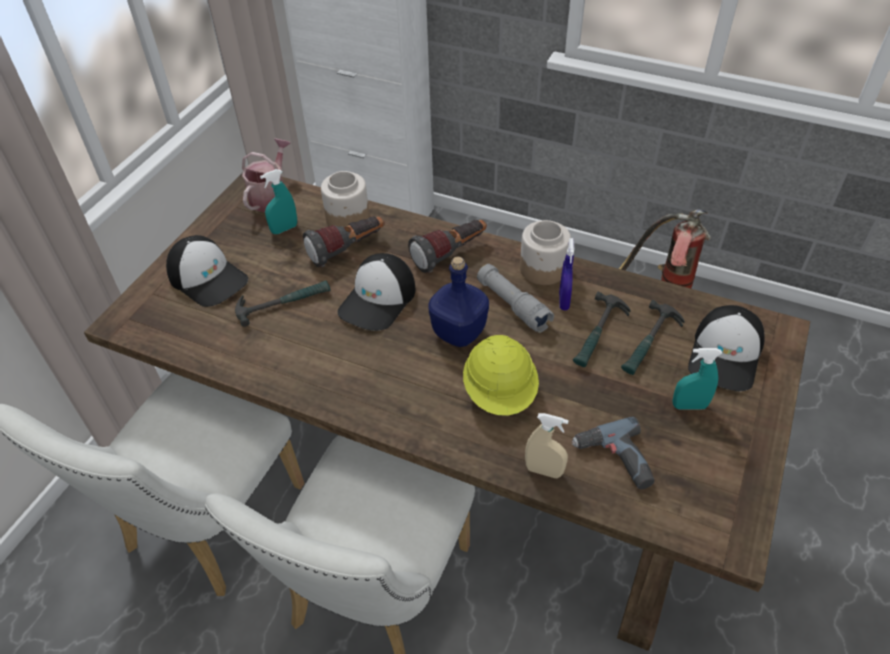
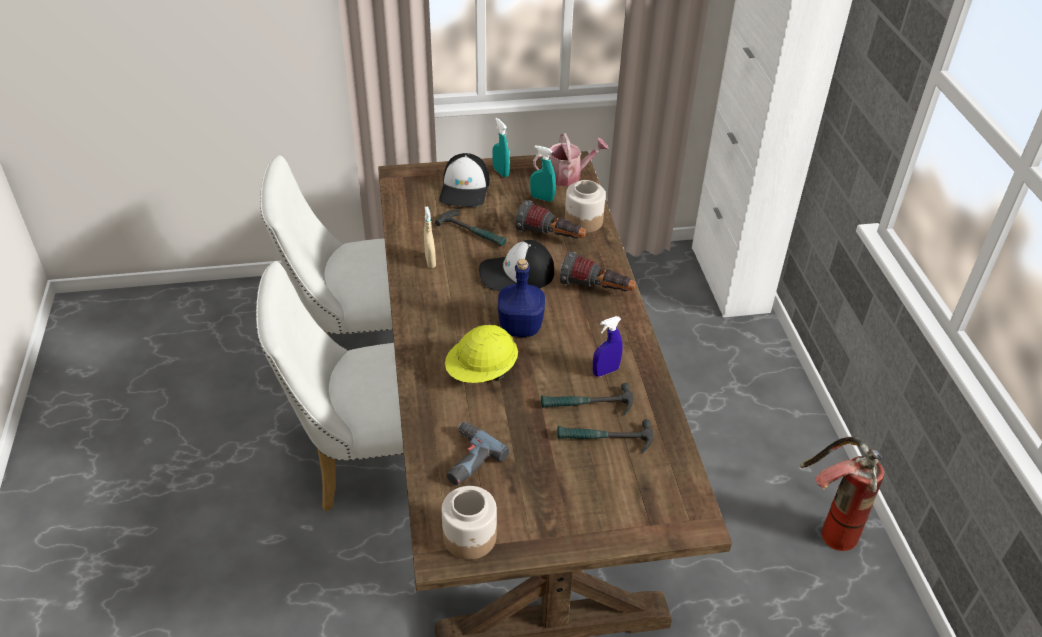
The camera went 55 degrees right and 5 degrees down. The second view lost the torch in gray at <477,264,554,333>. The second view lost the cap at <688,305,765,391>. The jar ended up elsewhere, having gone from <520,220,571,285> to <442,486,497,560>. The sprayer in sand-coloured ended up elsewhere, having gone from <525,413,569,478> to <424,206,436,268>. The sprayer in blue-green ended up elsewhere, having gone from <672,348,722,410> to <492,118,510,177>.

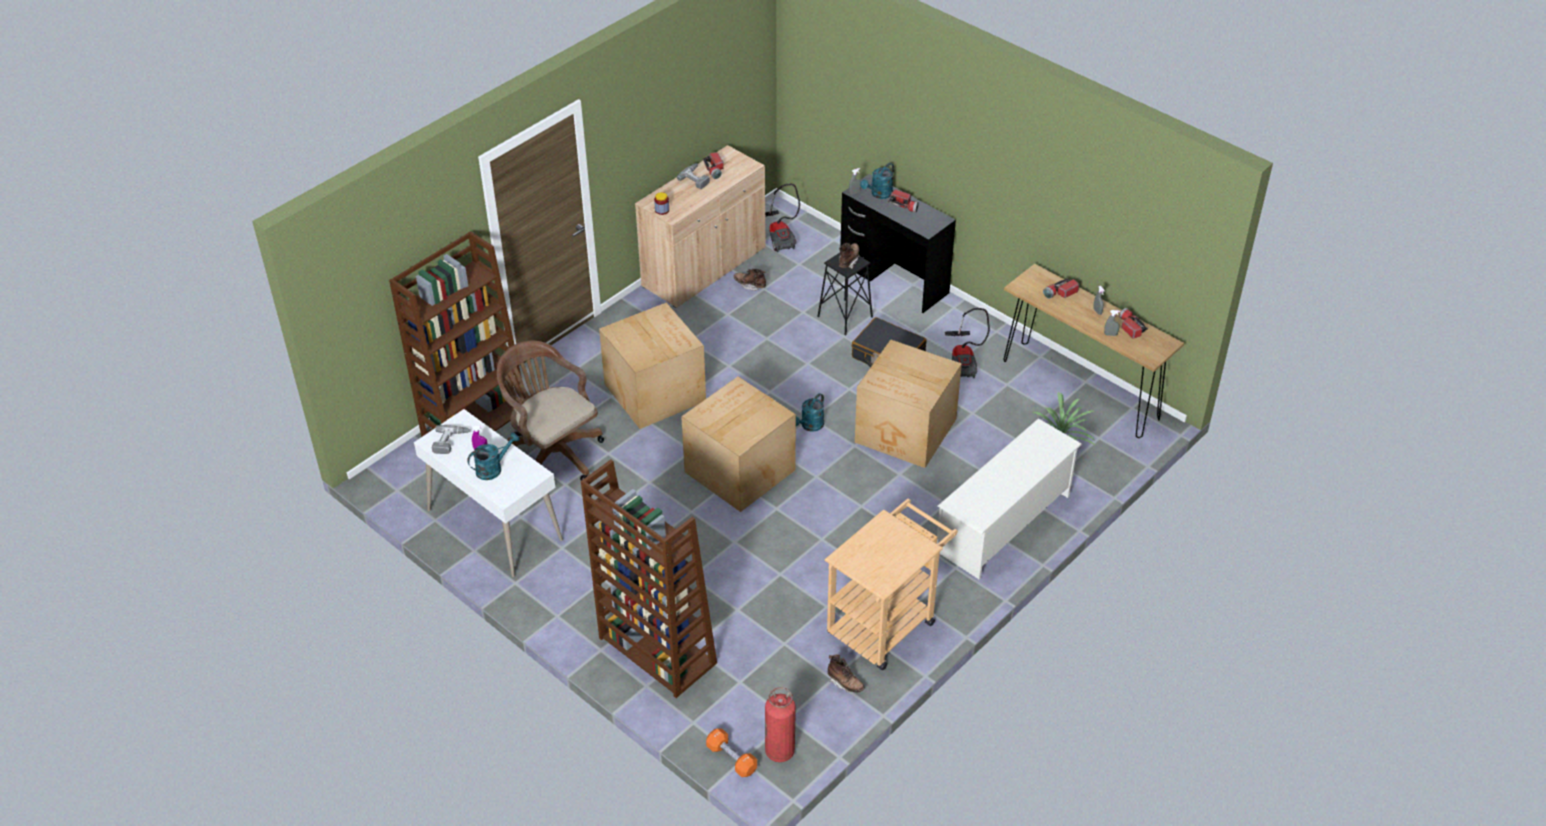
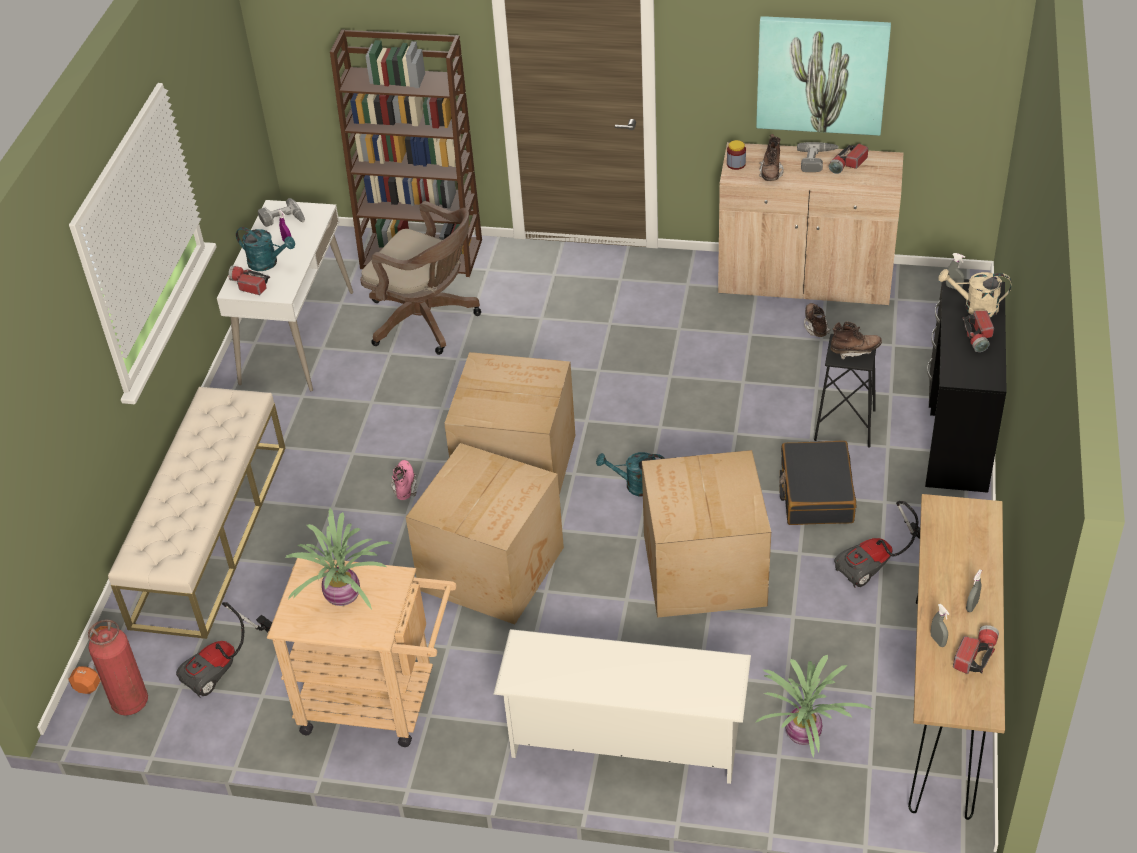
The camera went 60 degrees right and 0 degrees up. The second view gained the houseplant at <285,508,391,610>. The second view gained the tall boot in pink-coloured at <391,460,417,500>. The second view gained the wall picture at <756,16,891,136>. The carton ended up elsewhere, having gone from <599,302,706,429> to <406,443,564,624>. The vacuum cleaner ended up elsewhere, having gone from <765,184,800,252> to <176,602,272,698>. The tall boot in brown-coloured ended up elsewhere, having gone from <828,654,865,693> to <759,134,784,181>. The torch ended up elsewhere, having gone from <1043,278,1079,299> to <228,266,270,295>. Where the bookcase in brown-coloured stood at <581,459,717,698>, the bench in sand-coloured came to stand at <108,387,286,639>. What was the watering pot in blue-green at <860,163,894,199> turned into the watering pot in sand-coloured at <938,269,1011,317>. The office chair in brown-coloured at <497,341,604,481> ended up facing another way, 105 degrees clockwise from before.

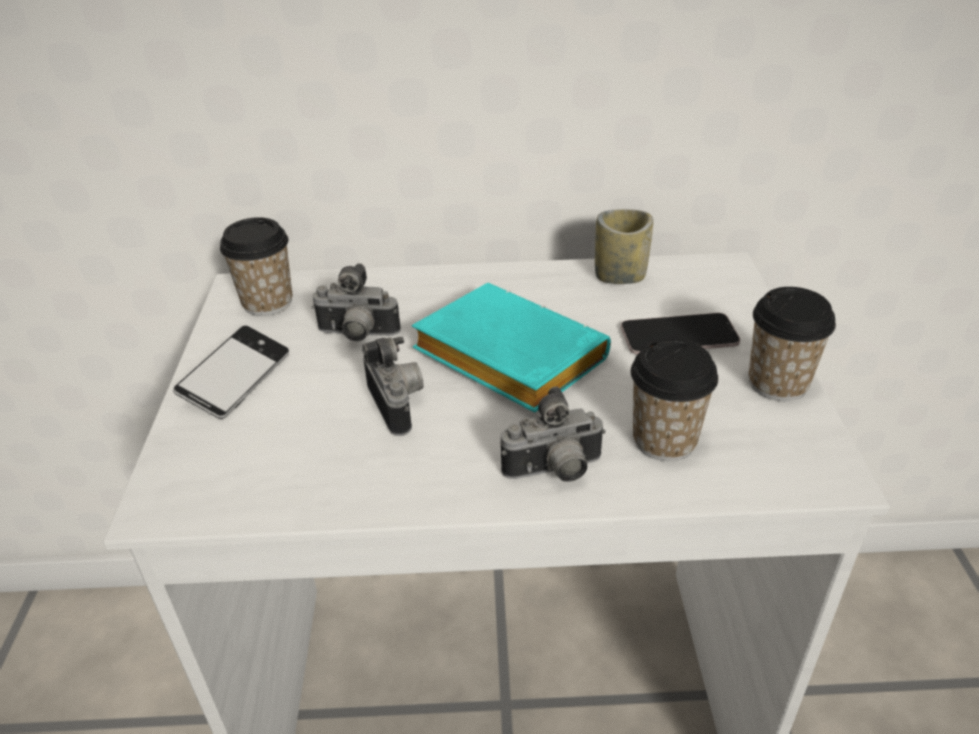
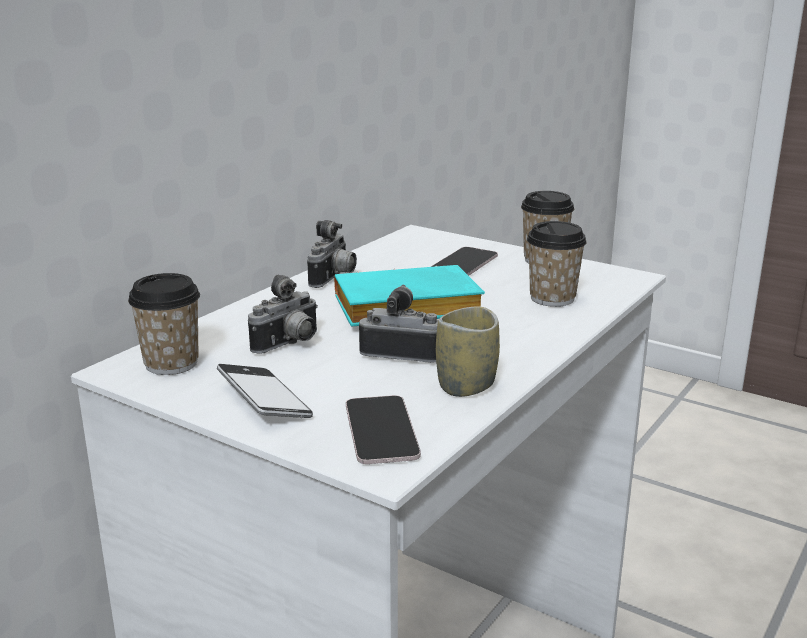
The camera went 55 degrees left and 15 degrees down. The second view gained the telephone at <346,395,421,464>. The still camera ended up elsewhere, having gone from <500,386,606,482> to <307,220,357,288>. The drinking cup ended up elsewhere, having gone from <595,209,653,284> to <436,307,500,397>.

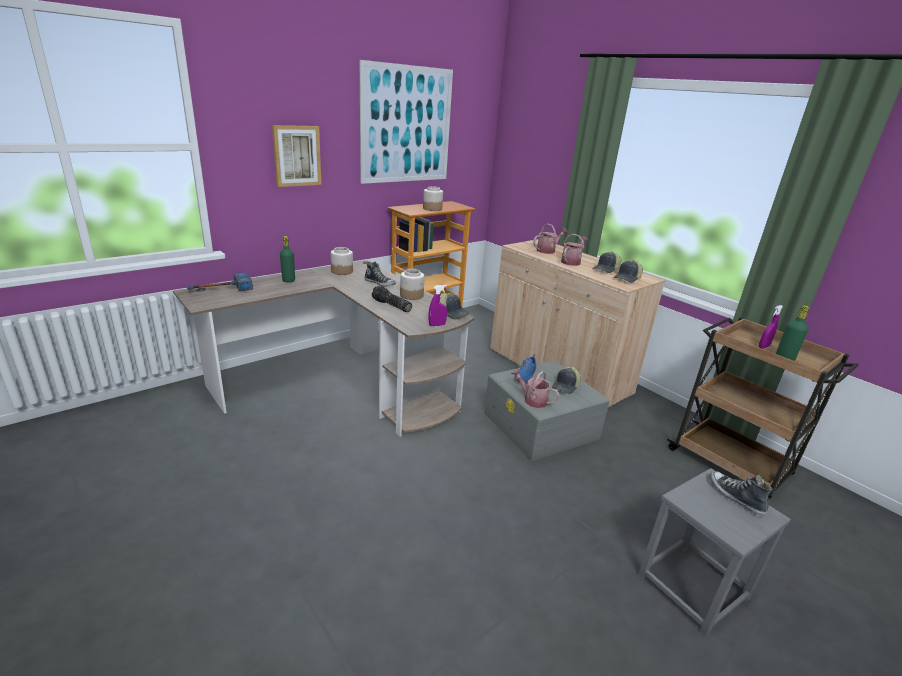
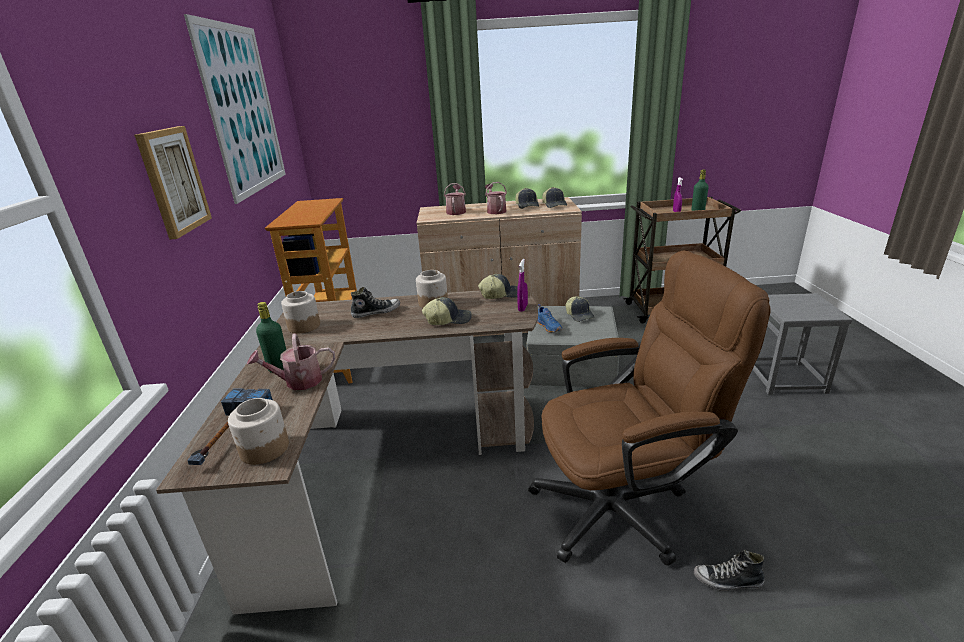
The camera went 50 degrees left and 0 degrees up. The second view gained the office chair in brown-coloured at <528,251,770,566>. The jar ended up elsewhere, having gone from <423,186,443,211> to <228,398,289,465>. The watering pot ended up elsewhere, having gone from <511,368,560,408> to <247,333,335,390>. The shoe ended up elsewhere, having gone from <710,471,773,516> to <694,549,765,591>. Where the torch stood at <372,286,412,312>, the cap came to stand at <422,297,472,325>.

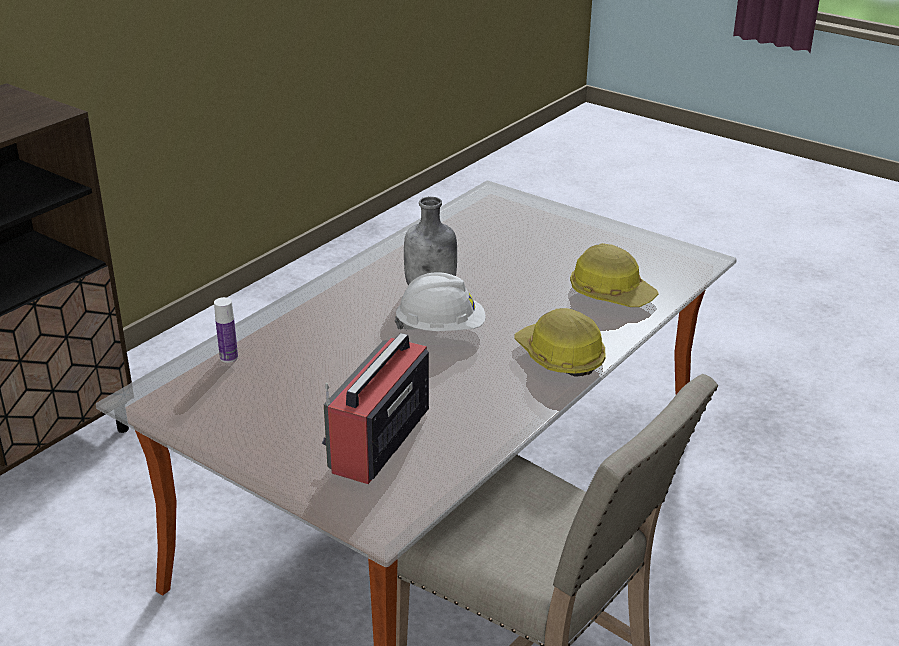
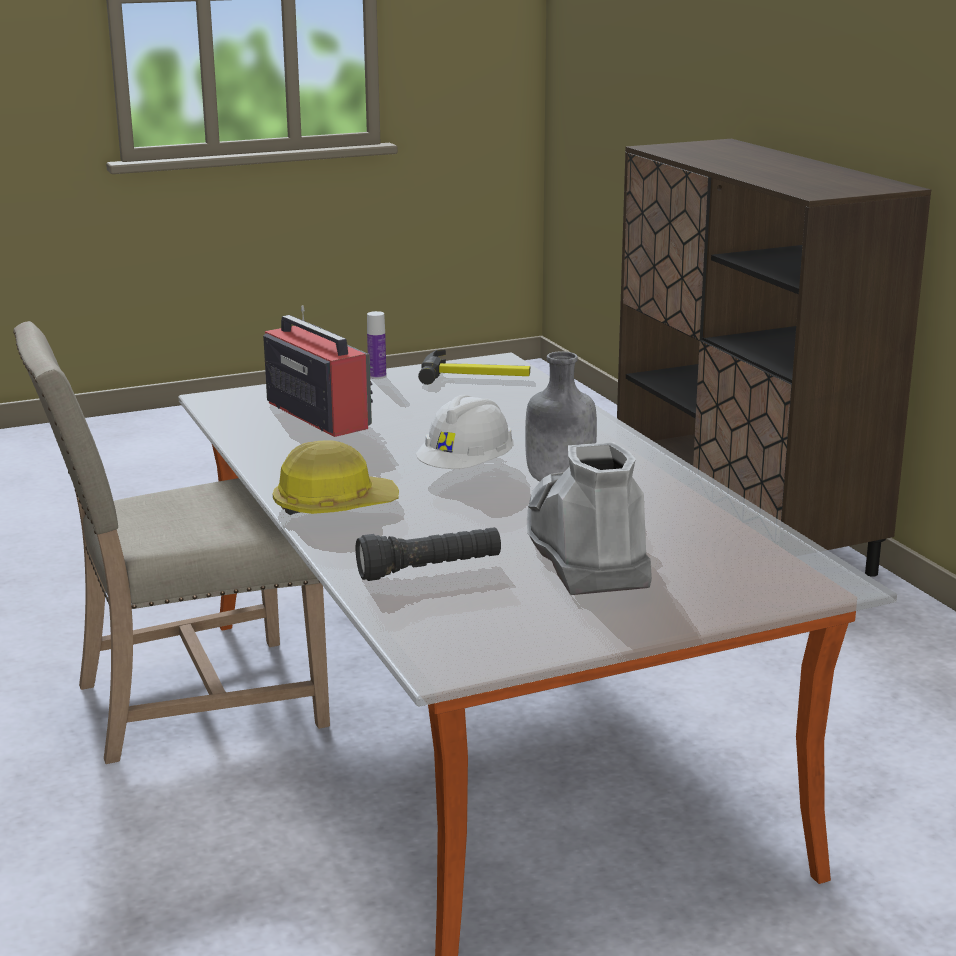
The camera went 120 degrees right and 10 degrees down. The second view gained the hand hammer at <418,349,530,385>. The second view gained the tall boot in gray at <527,442,652,595>. The bottle ended up elsewhere, having gone from <214,297,238,363> to <367,311,386,379>. Where the work helmet stood at <570,243,659,307>, the torch in black came to stand at <356,527,501,581>.

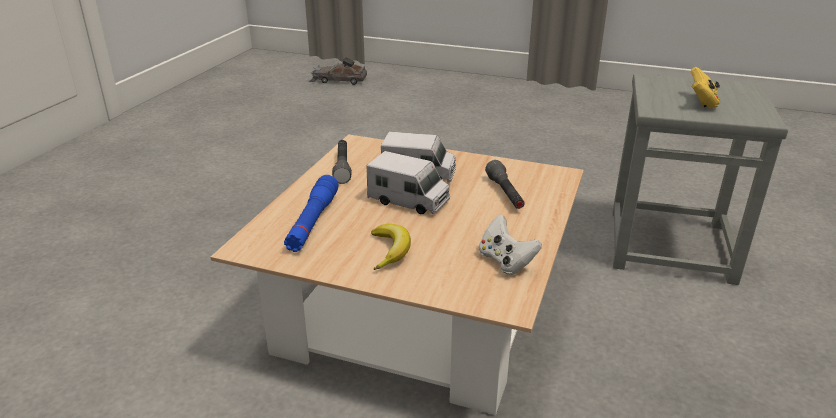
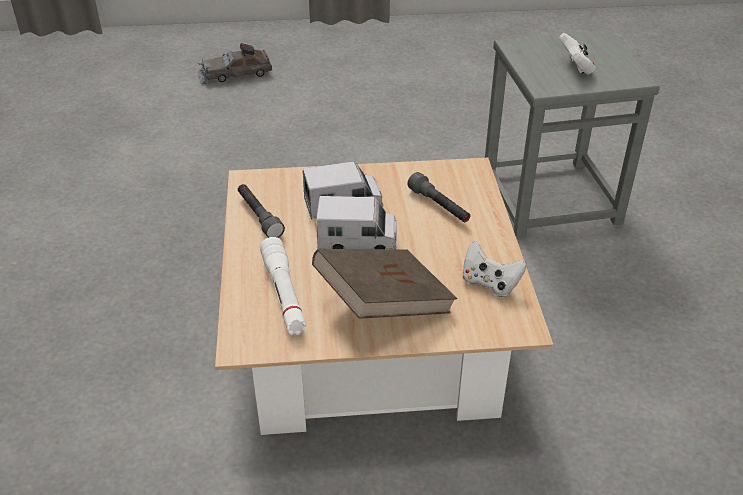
The camera went 25 degrees left and 10 degrees up. The miniature car in gray ended up elsewhere, having gone from <309,57,367,85> to <198,43,272,84>. Where the banana fruit stood at <371,224,411,270>, the volume in brown-coloured came to stand at <312,249,457,319>. What was the torch in bluish at <284,175,339,252> turned into the torch in whitish at <260,237,306,335>. What was the joypad in yellowish at <690,67,720,109> turned into the joypad in whitish at <559,33,596,75>.

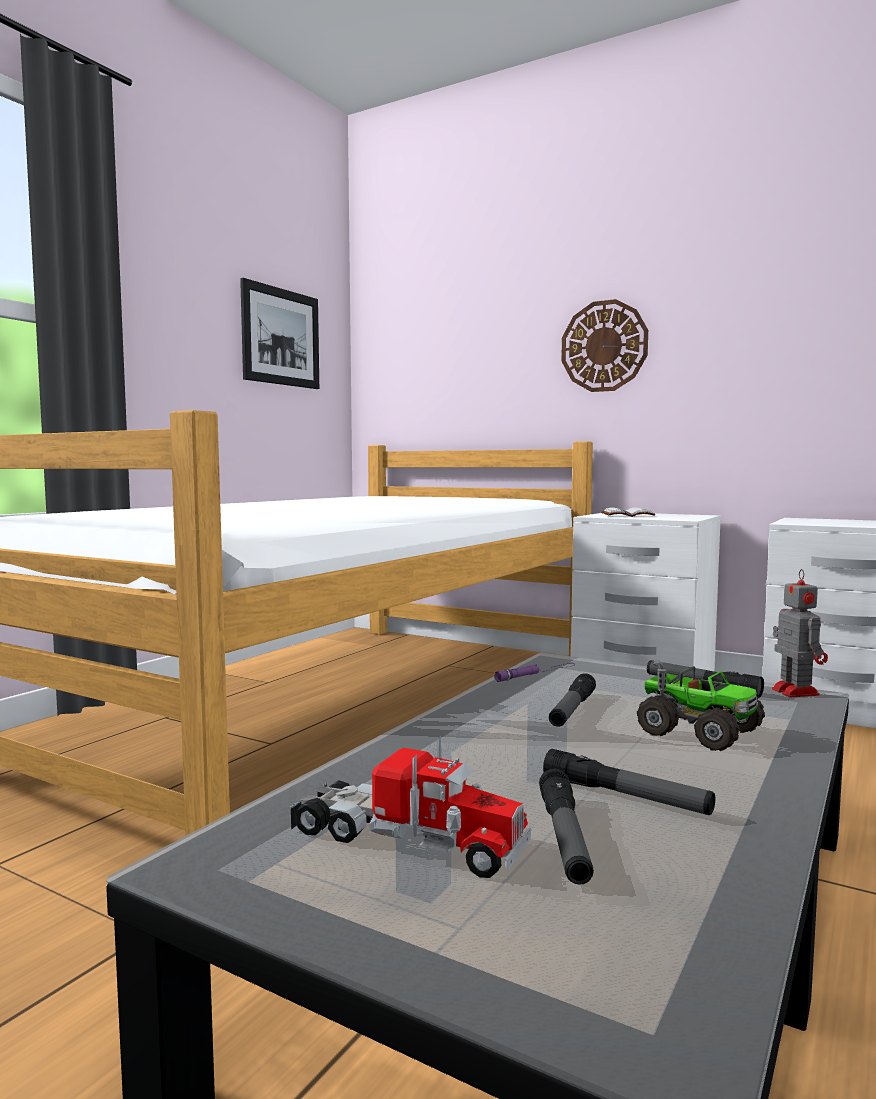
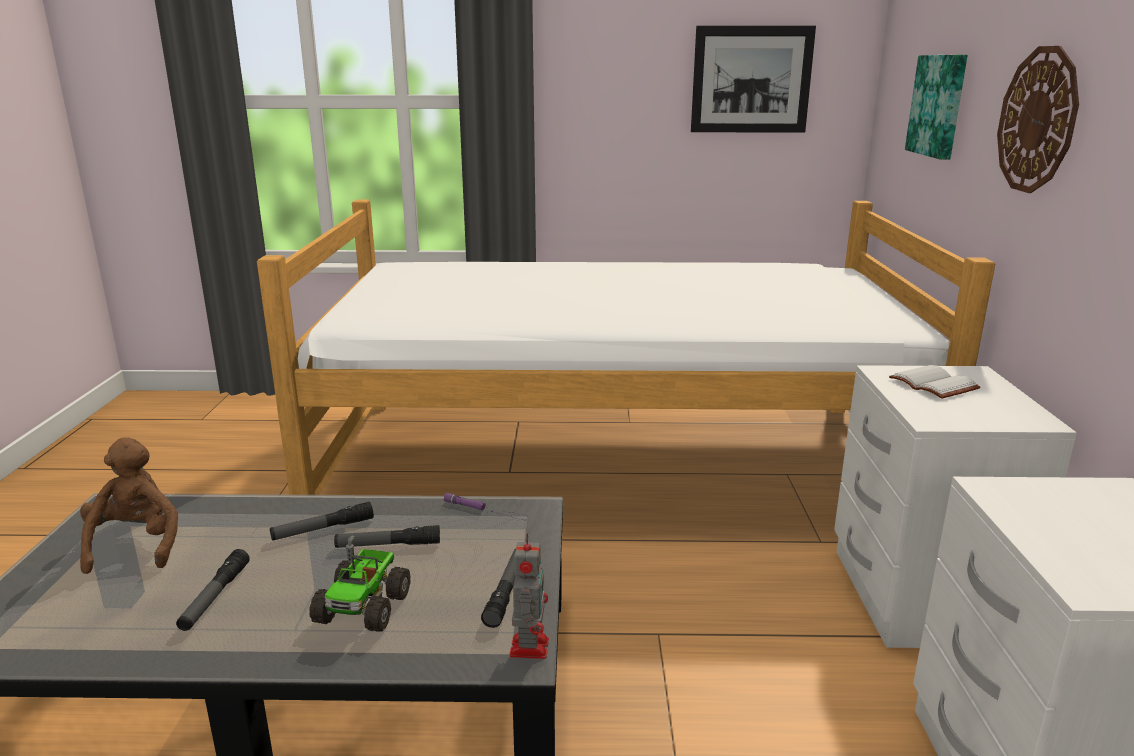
The camera went 60 degrees right and 15 degrees up. The second view gained the wall picture at <905,54,967,160>. The torch ended up elsewhere, having gone from <539,768,594,885> to <270,502,374,540>. Where the model truck stood at <290,736,531,878>, the plush toy in brown-coloured came to stand at <80,437,178,574>. The robot figure at <772,569,828,697> ended up facing another way, 45 degrees counterclockwise from before.

